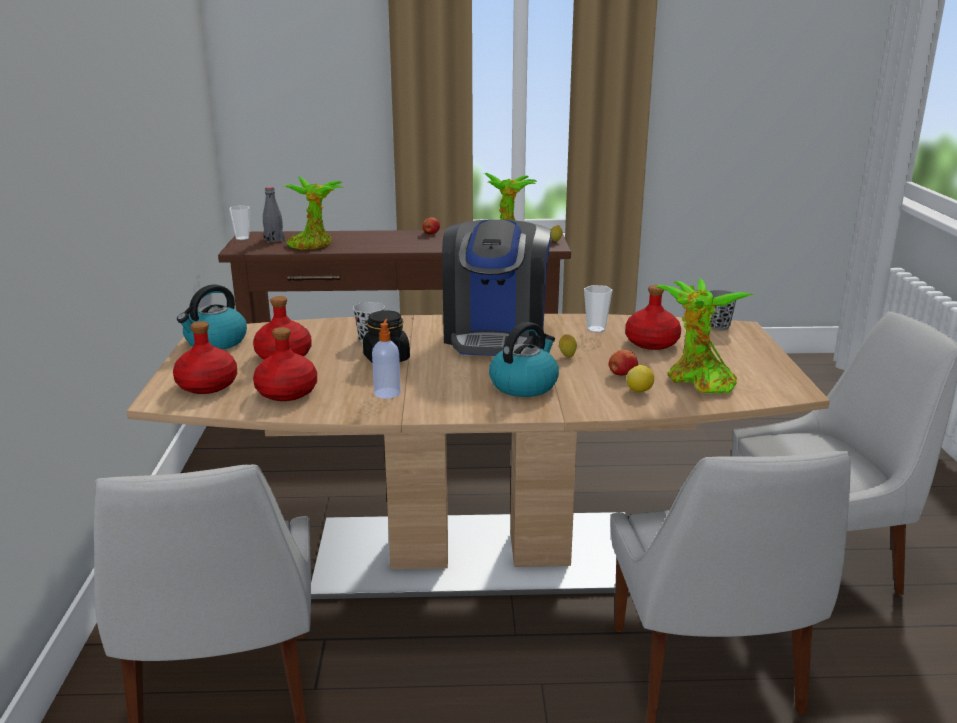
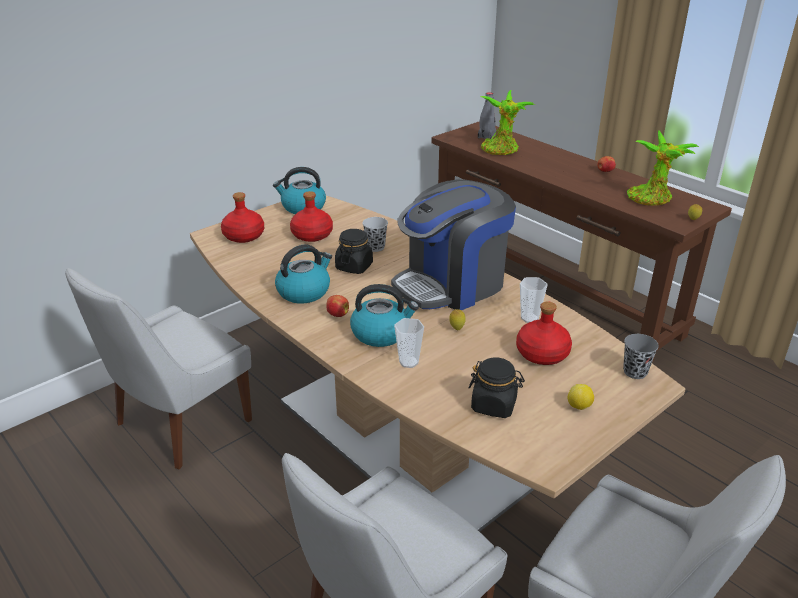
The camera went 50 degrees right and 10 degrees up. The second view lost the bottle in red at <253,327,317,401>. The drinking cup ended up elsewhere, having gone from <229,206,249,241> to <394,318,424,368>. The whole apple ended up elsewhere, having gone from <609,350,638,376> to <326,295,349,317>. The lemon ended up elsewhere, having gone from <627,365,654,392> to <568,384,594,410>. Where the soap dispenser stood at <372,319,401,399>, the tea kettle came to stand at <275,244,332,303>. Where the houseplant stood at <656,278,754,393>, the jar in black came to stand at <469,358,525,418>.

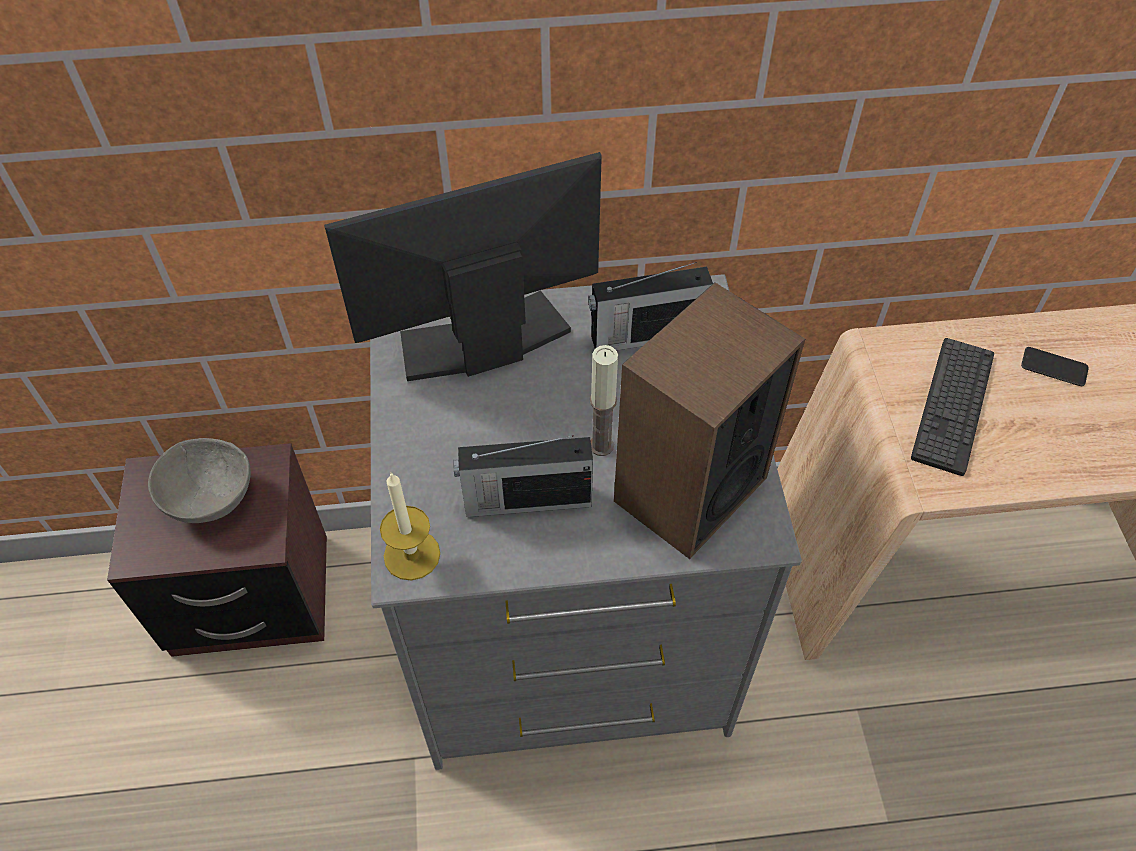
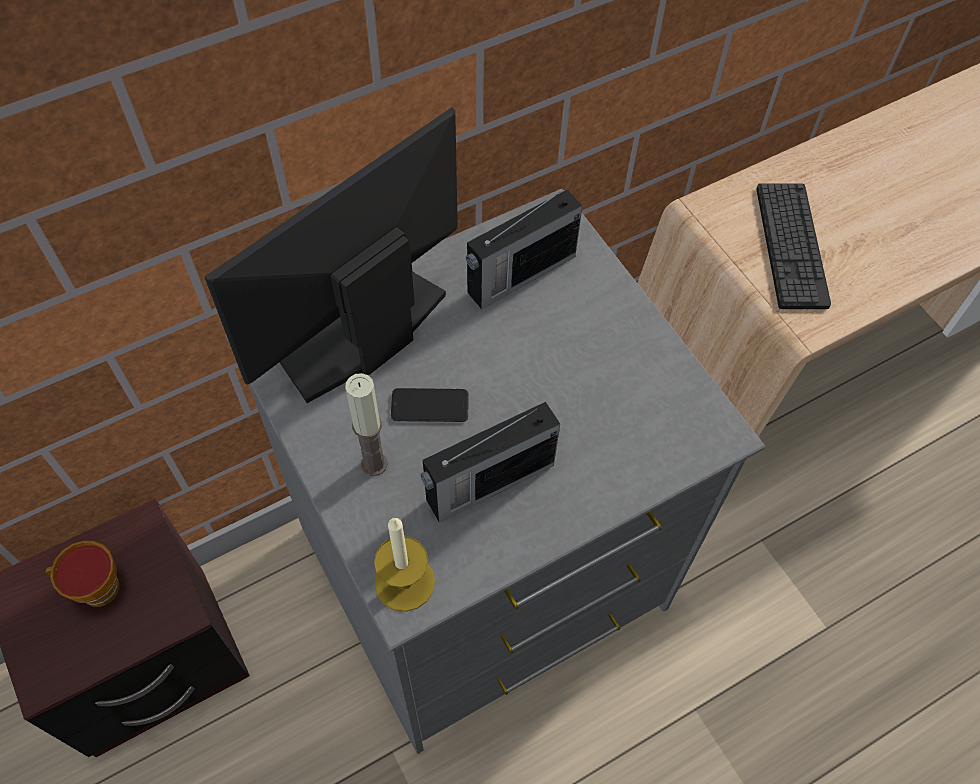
The camera went 25 degrees left and 5 degrees up. The second view lost the audio speaker at <614,282,805,559>. The candle ended up elsewhere, having gone from <590,345,618,456> to <345,373,388,476>. The telephone ended up elsewhere, having gone from <1021,347,1089,386> to <391,388,469,422>. Where the bowl in gray stood at <148,438,251,523>, the drinking cup came to stand at <46,541,119,607>.

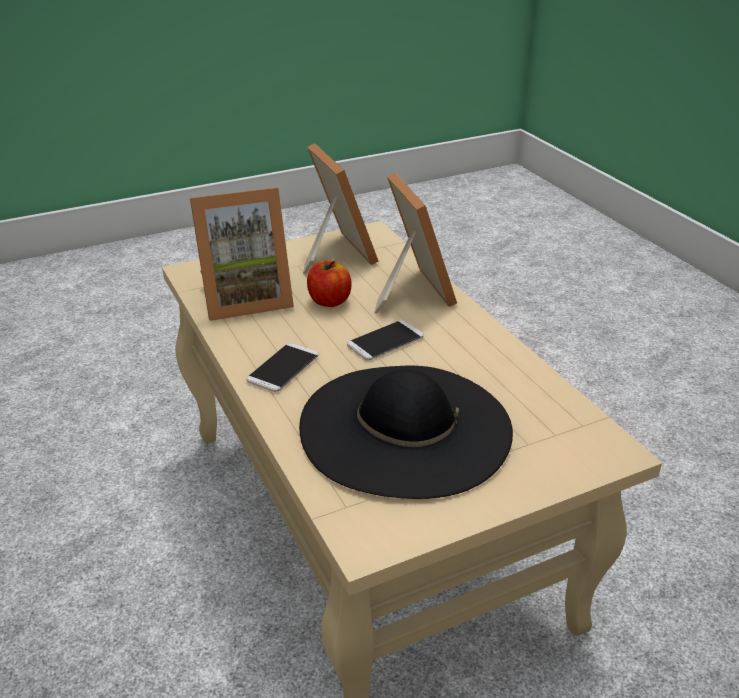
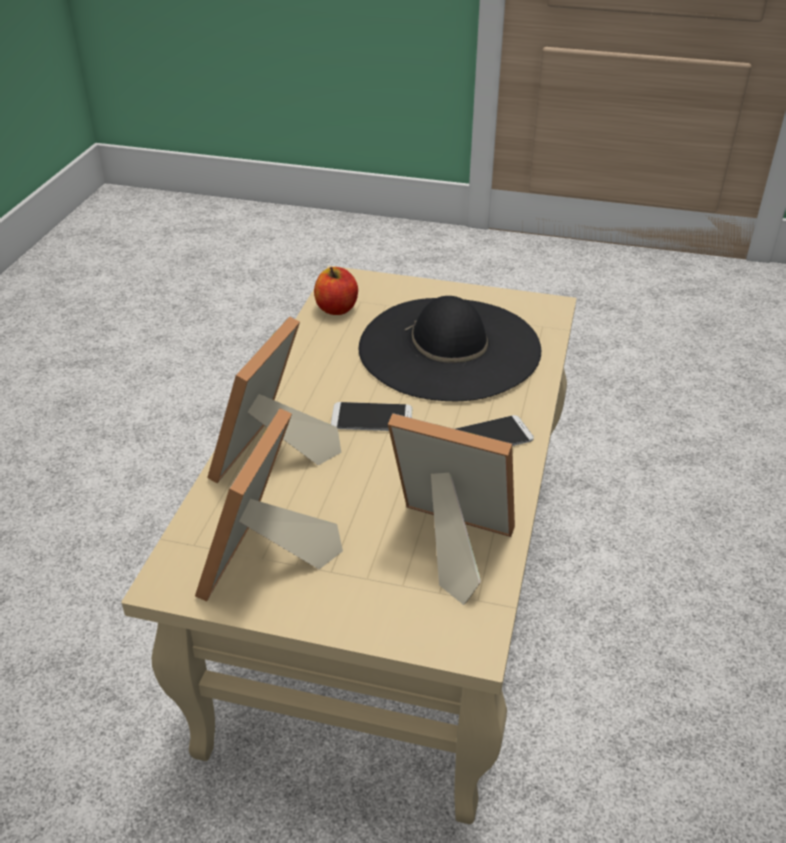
The camera went 140 degrees left and 5 degrees up. The whole apple ended up elsewhere, having gone from <307,261,352,307> to <314,267,358,315>.

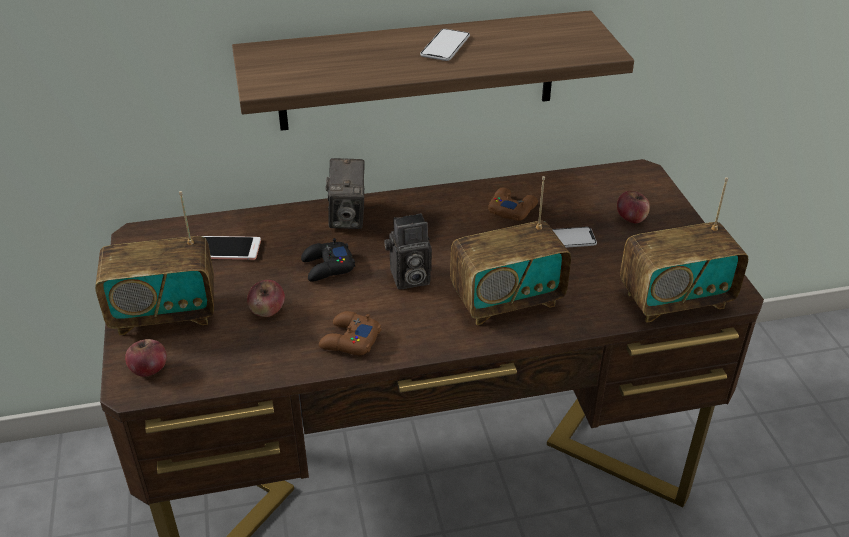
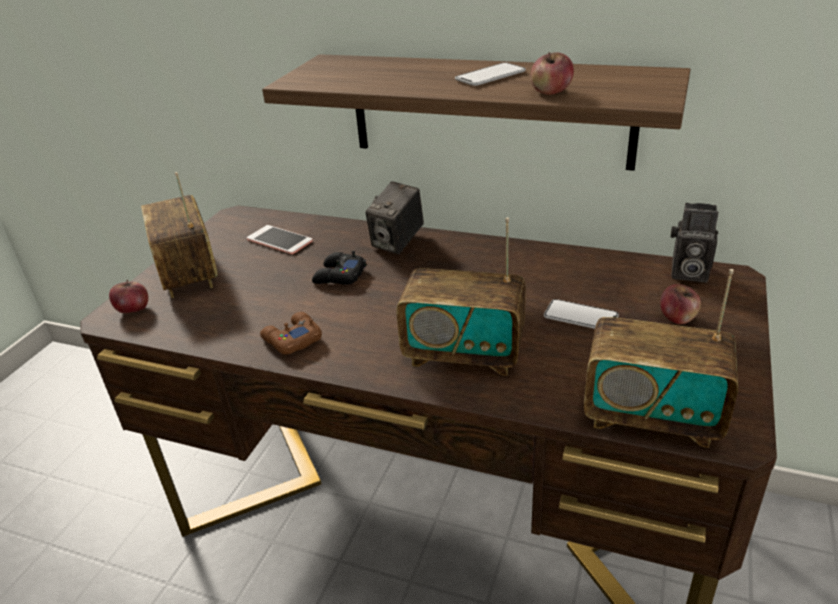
The camera went 35 degrees right and 5 degrees down. The second view lost the joypad in brown-coloured at <488,187,538,221>. The whole apple ended up elsewhere, having gone from <247,280,285,317> to <531,52,574,95>. The still camera ended up elsewhere, having gone from <384,213,432,289> to <671,203,719,282>. The radio set at <95,191,214,335> ended up facing another way, 45 degrees clockwise from before.

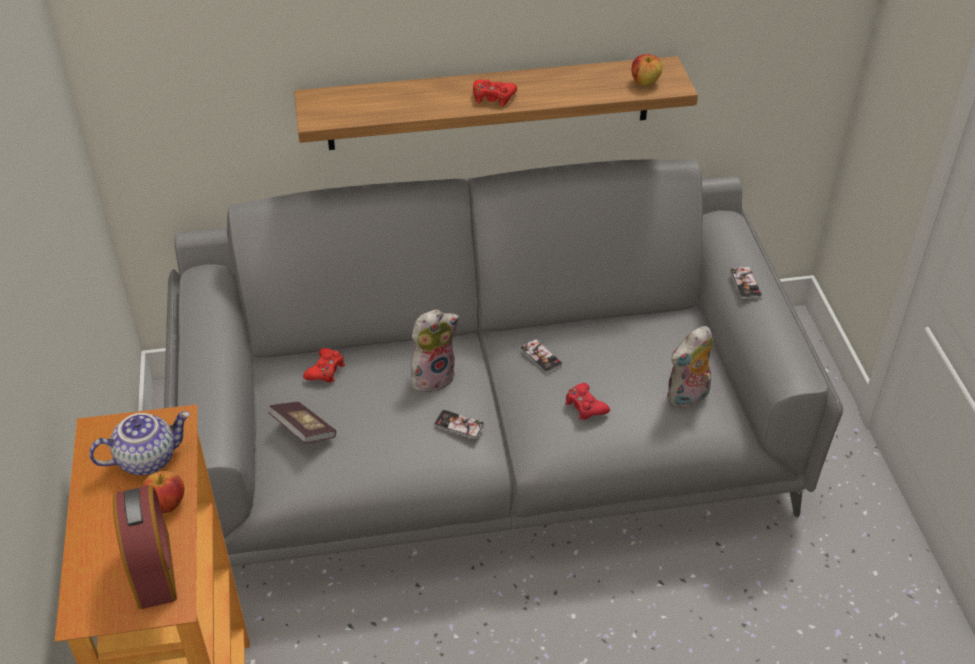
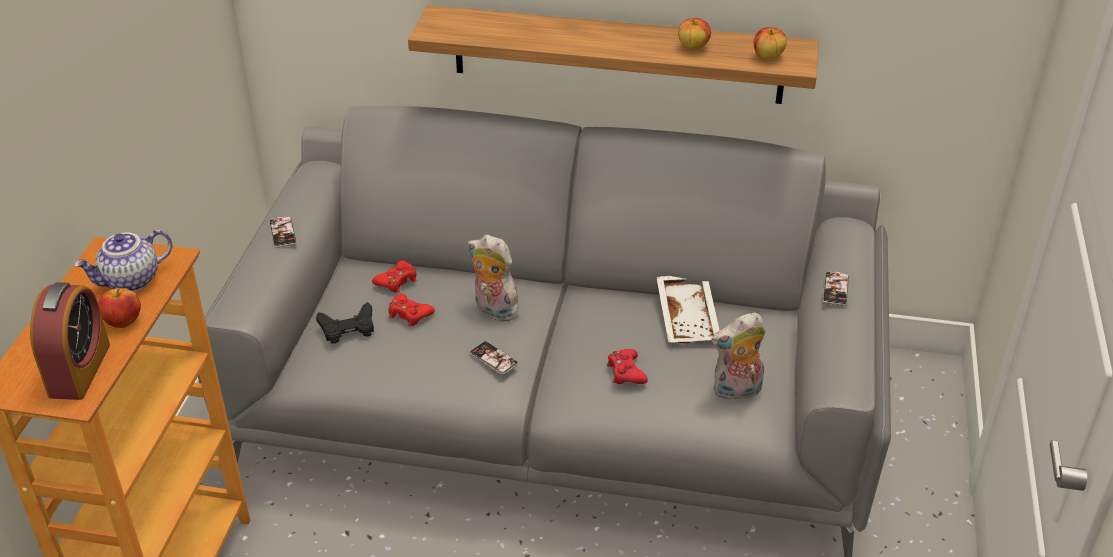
The camera went 20 degrees right and 5 degrees down. The second view gained the serving tray in whitish at <656,276,720,343>. The second view gained the whole apple at <678,18,711,50>. The joypad in red ended up elsewhere, having gone from <473,79,517,106> to <388,294,435,327>. The telephone ended up elsewhere, having gone from <520,339,563,373> to <269,216,297,248>. Where the volume stood at <268,402,336,443>, the joypad in black came to stand at <316,302,374,344>. The tea pot at <89,411,190,475> ended up facing another way, 150 degrees clockwise from before. The plush toy at <411,310,459,392> ended up facing another way, 135 degrees counterclockwise from before.

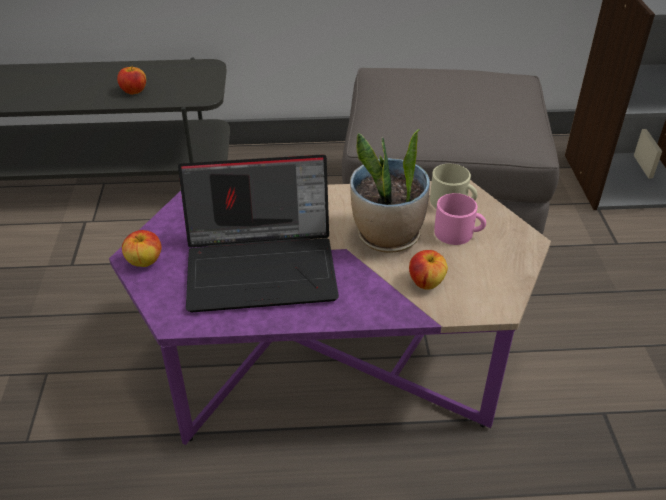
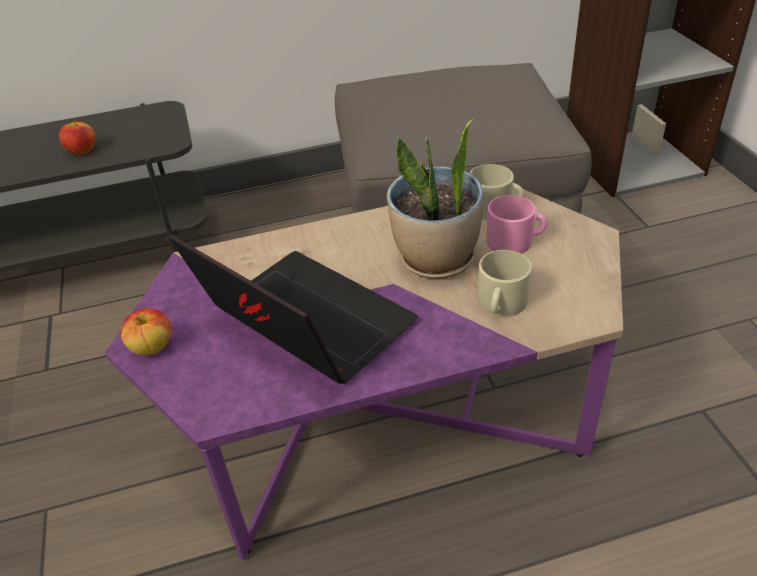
The camera went 10 degrees left and 0 degrees up. Where the whole apple stood at <409,250,448,290>, the tea mug in sand-coloured came to stand at <478,250,532,317>. The notebook computer at <178,155,339,312> ended up facing another way, 120 degrees counterclockwise from before.

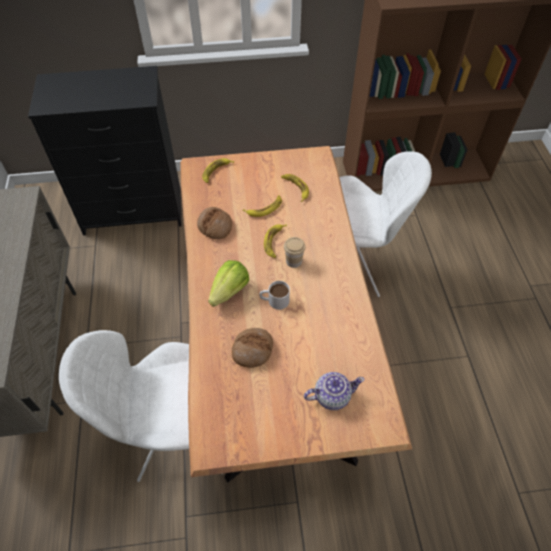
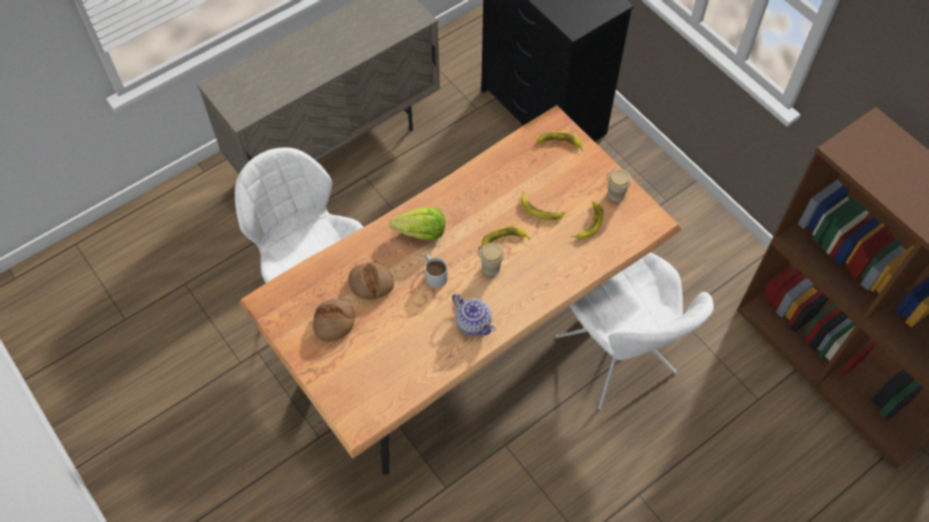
The camera went 60 degrees right and 5 degrees up. The second view gained the drinking cup at <608,169,631,202>. The bakery bread ended up elsewhere, having gone from <197,207,232,239> to <313,299,355,342>. The tea pot ended up elsewhere, having gone from <304,372,365,410> to <452,294,496,335>.

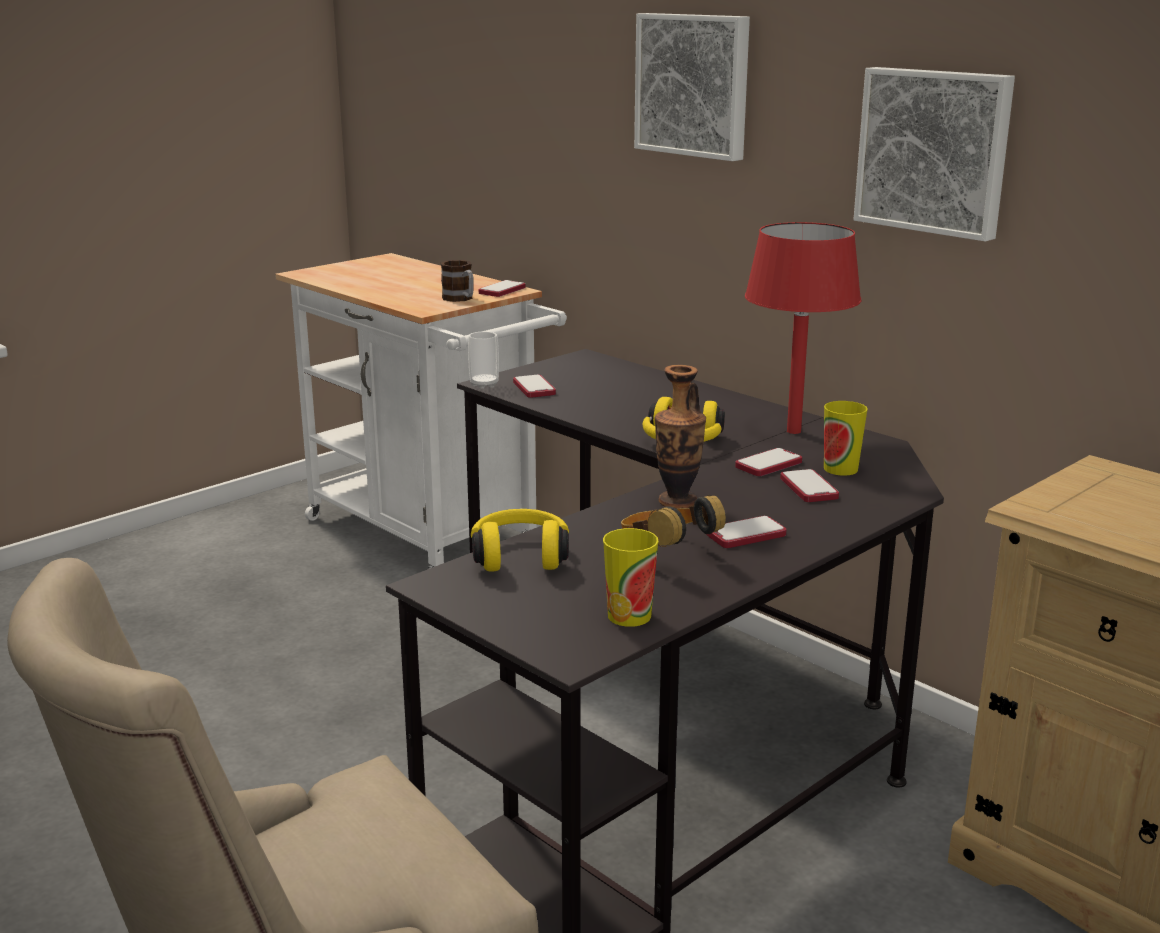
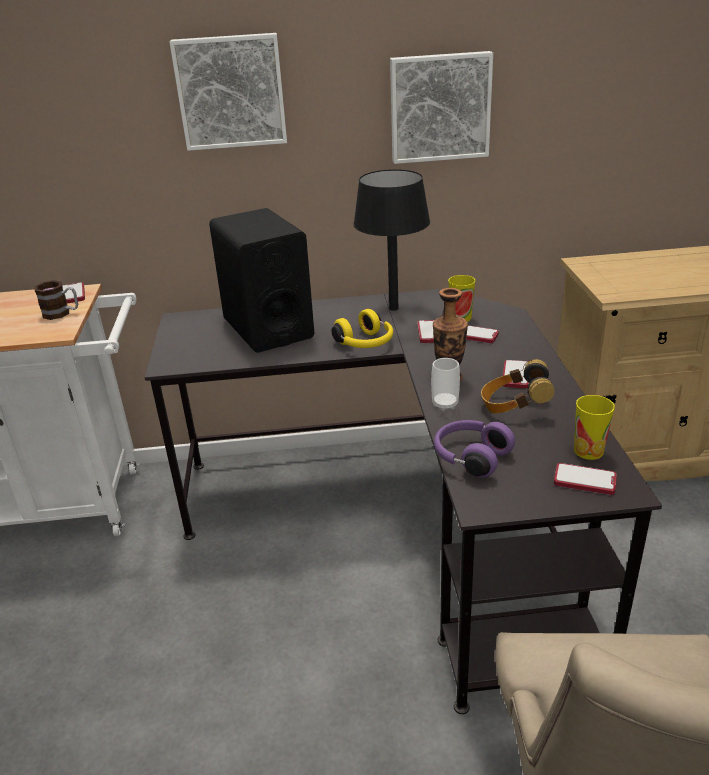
The camera went 50 degrees left and 10 degrees up. The second view gained the audio speaker in black at <209,208,314,353>. The drinking cup ended up elsewhere, having gone from <468,332,499,389> to <431,358,460,411>. The telephone ended up elsewhere, having gone from <513,375,556,398> to <554,463,617,495>. What was the pair of headphones in yellowish at <471,509,569,571> turned into the pair of headphones in purple at <434,420,515,477>. What was the tabletop lamp in red at <745,222,861,434> turned into the tabletop lamp in black at <353,169,430,311>.

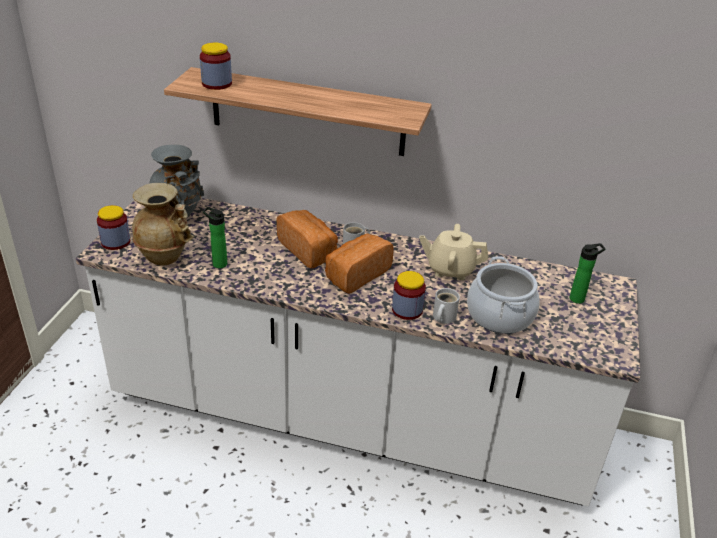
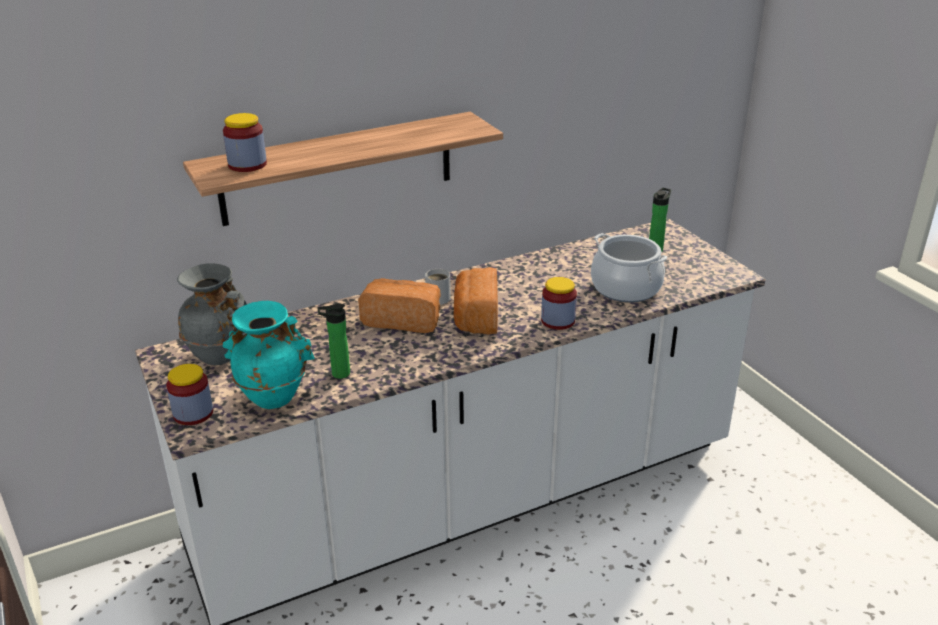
The camera went 40 degrees left and 5 degrees down. The second view lost the tea pot in sand-coloured at <419,224,488,280>. The second view lost the tea mug in whitish at <433,288,460,324>. What was the vase in sand-coloured at <132,183,194,266> turned into the vase in blue-green at <223,301,315,409>.

